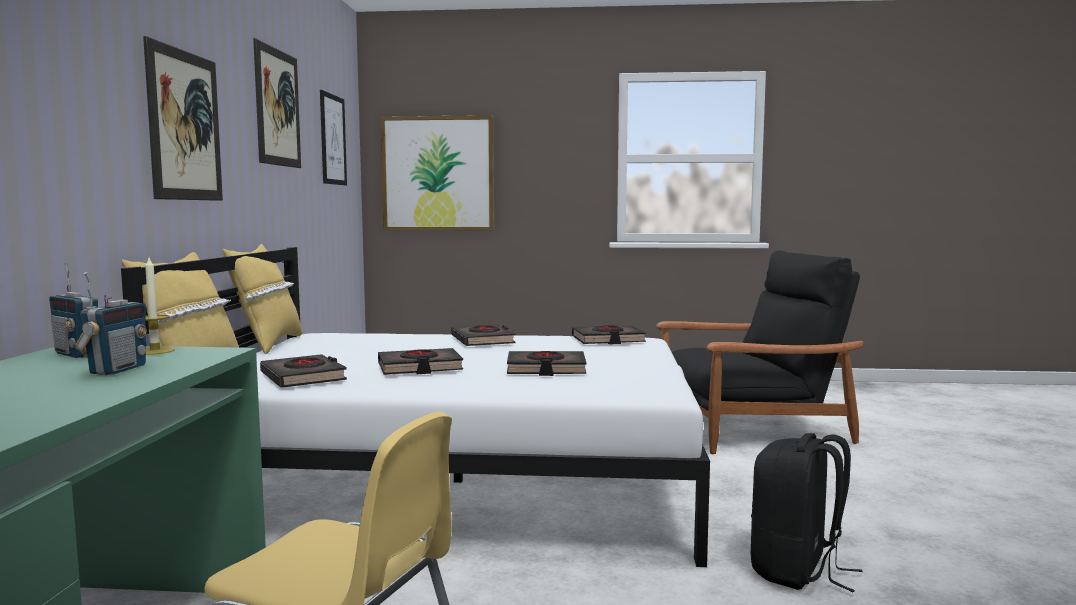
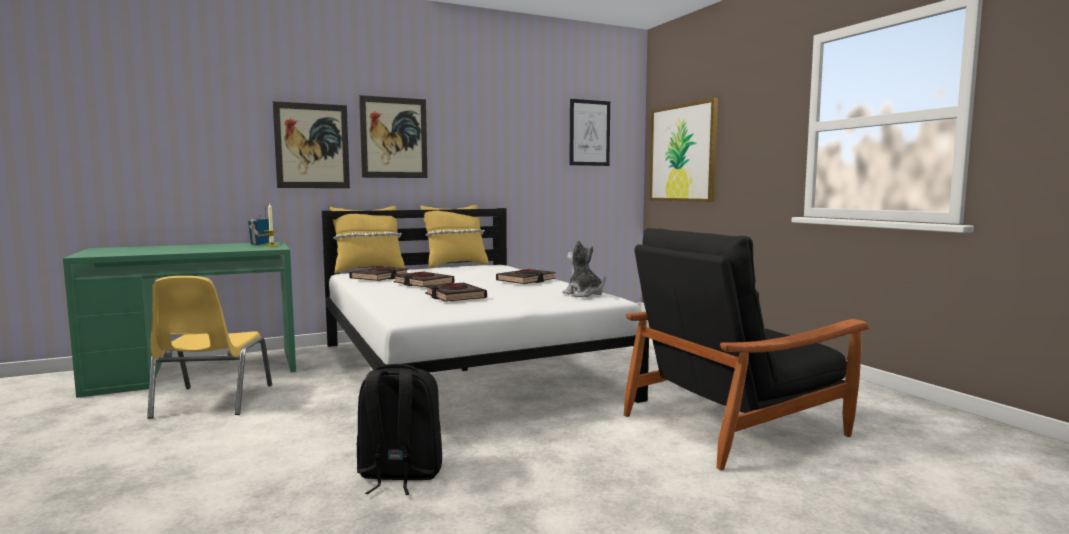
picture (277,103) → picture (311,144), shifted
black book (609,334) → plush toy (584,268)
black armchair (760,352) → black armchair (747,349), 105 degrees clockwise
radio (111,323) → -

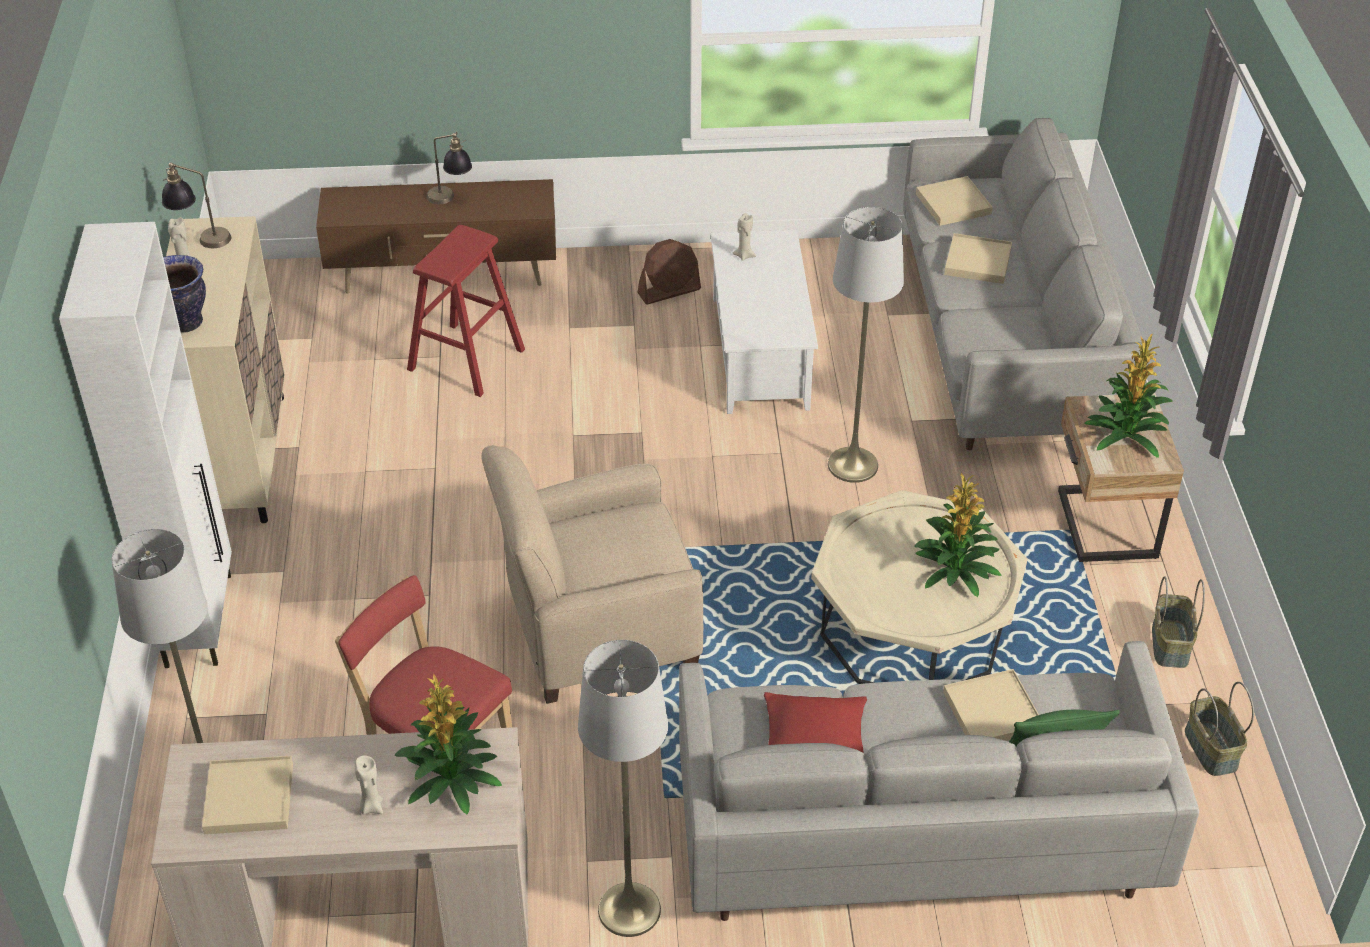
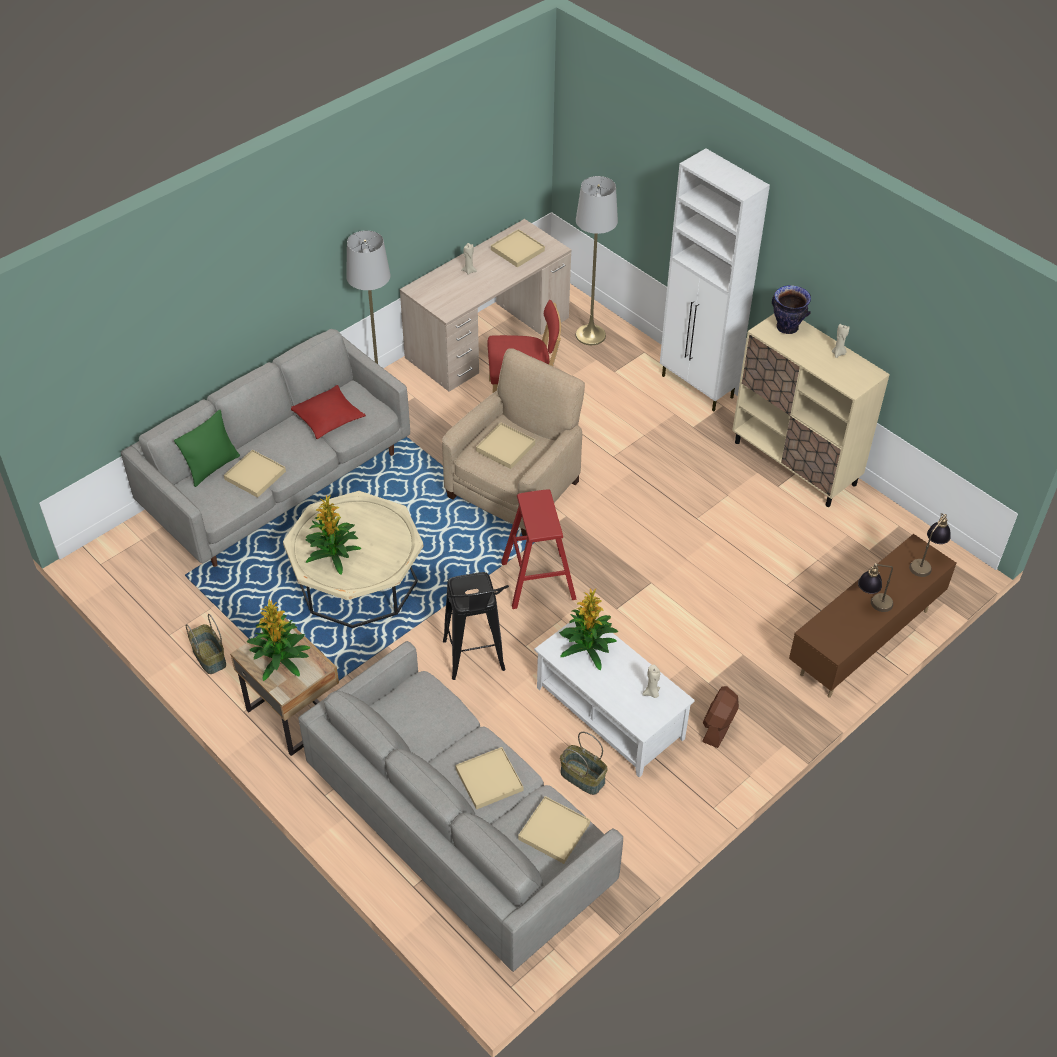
grey floor lamp (866,345) → black stool (476,626)
- → beige tray (505,446)
red stool (466,311) → red stool (539,549), shifted
potted plant (448,744) → potted plant (588,629), shifted
basket (1219,729) → basket (584,763), shifted
table lamp (196,205) → table lamp (930,545), shifted

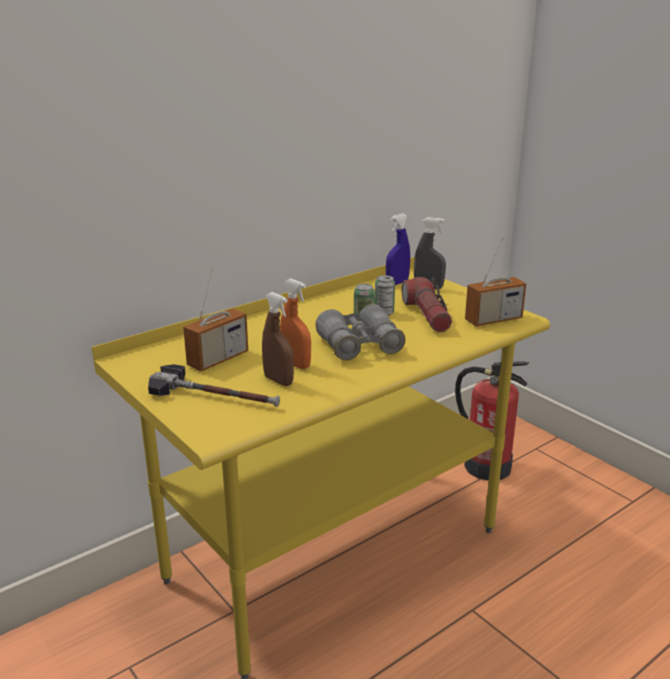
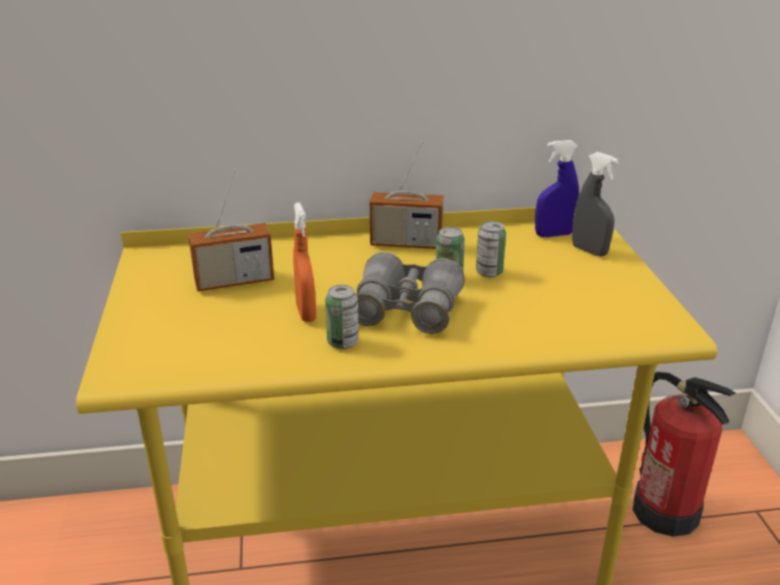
- → can (342,317)
radio (495,282) → radio (406,195), shifted
hammer (214,385) → -
brown spray bottle (278,339) → -
flashlight (427,304) → -

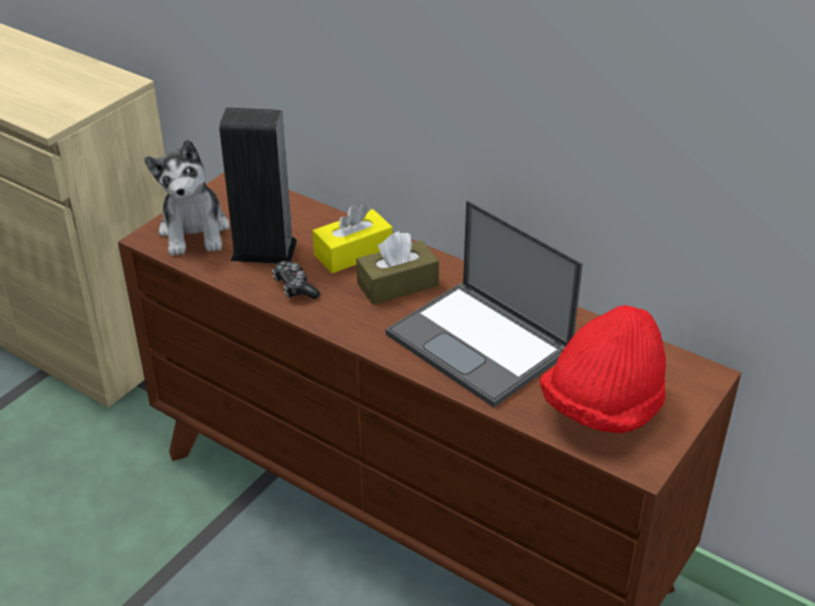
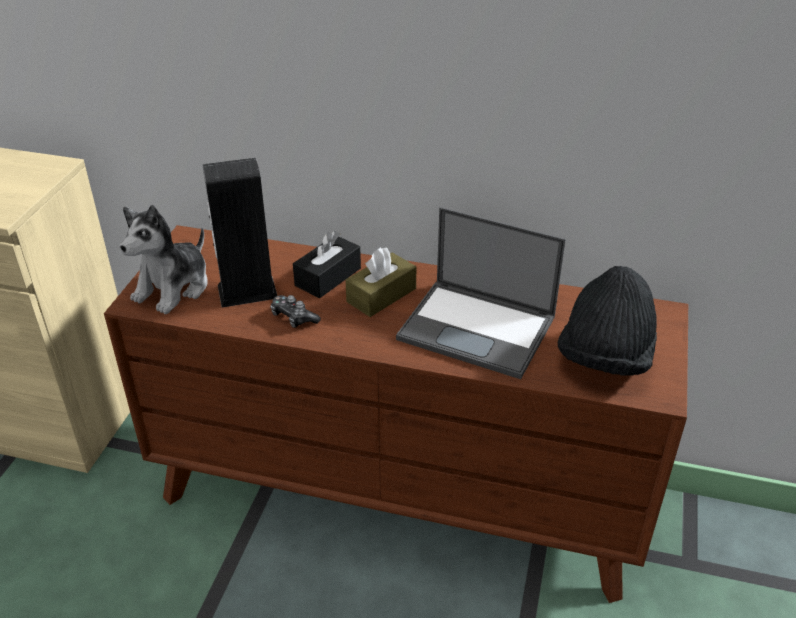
plush toy (187,197) → plush toy (164,259), 60 degrees clockwise
yellow tissue box (352,239) → black tissue box (327,264)
red hat (603,369) → black hat (607,321)

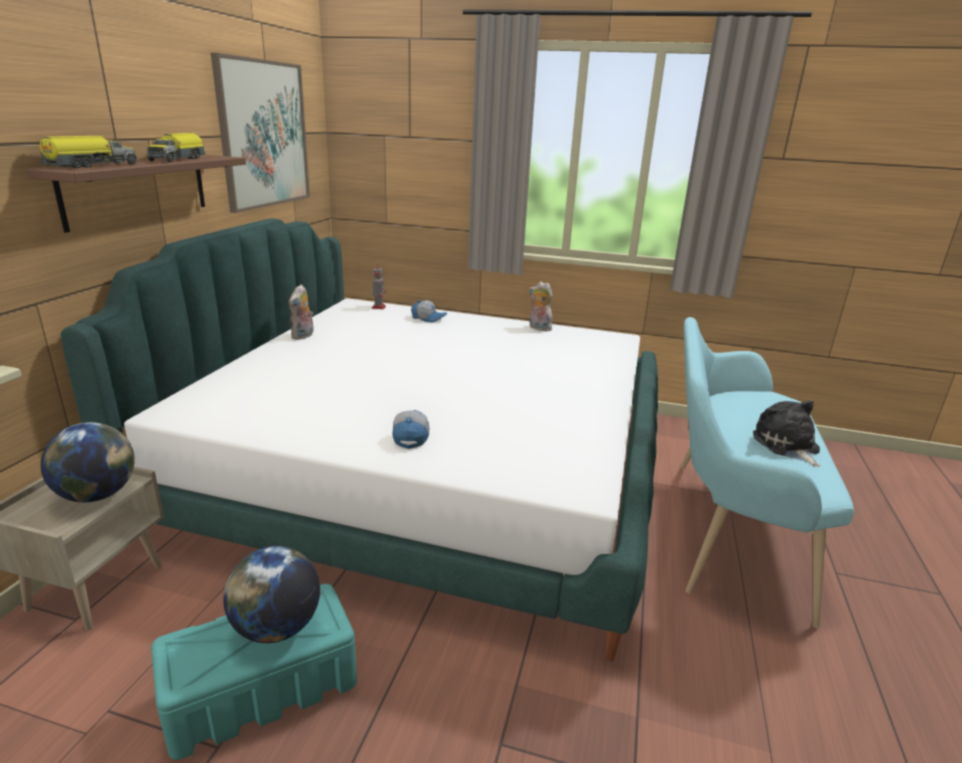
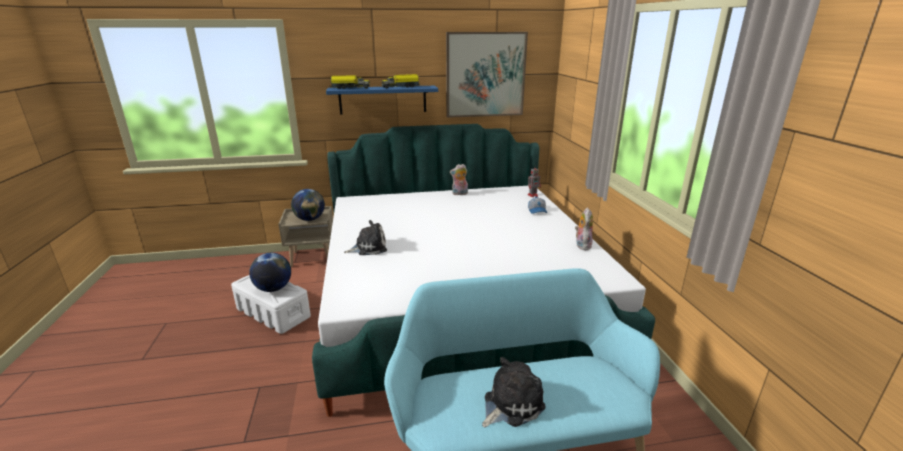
turquoise storage box (254,672) → white storage box (271,304)
brown shelf (136,194) → blue shelf (382,100)
cap (411,429) → plush toy (365,237)

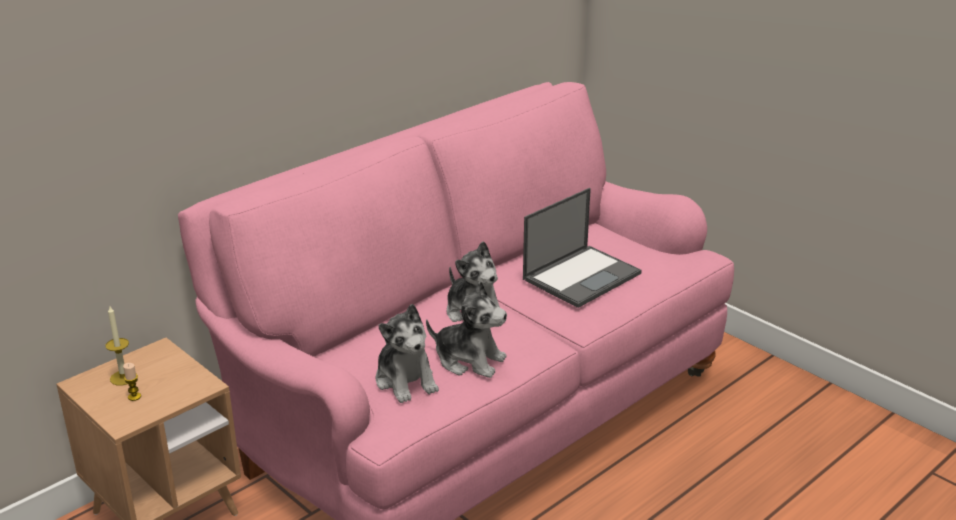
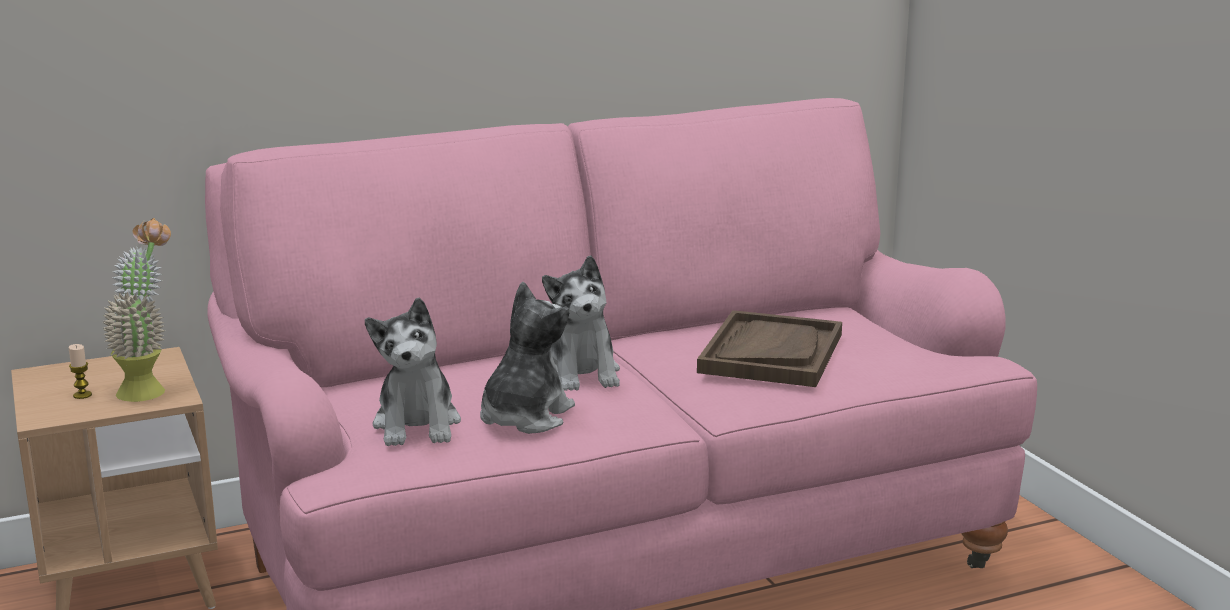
- → potted plant (136,310)
plush toy (466,329) → plush toy (527,357), 105 degrees counterclockwise
laptop (582,248) → brown tray (769,348)
candle (121,346) → -

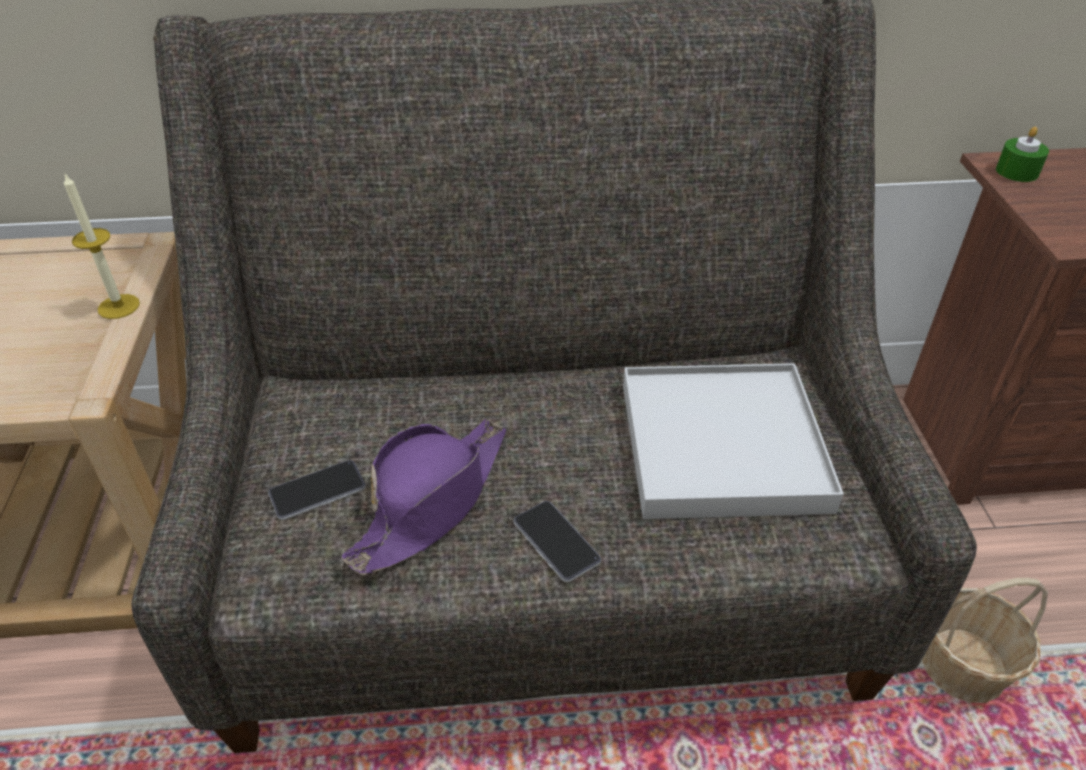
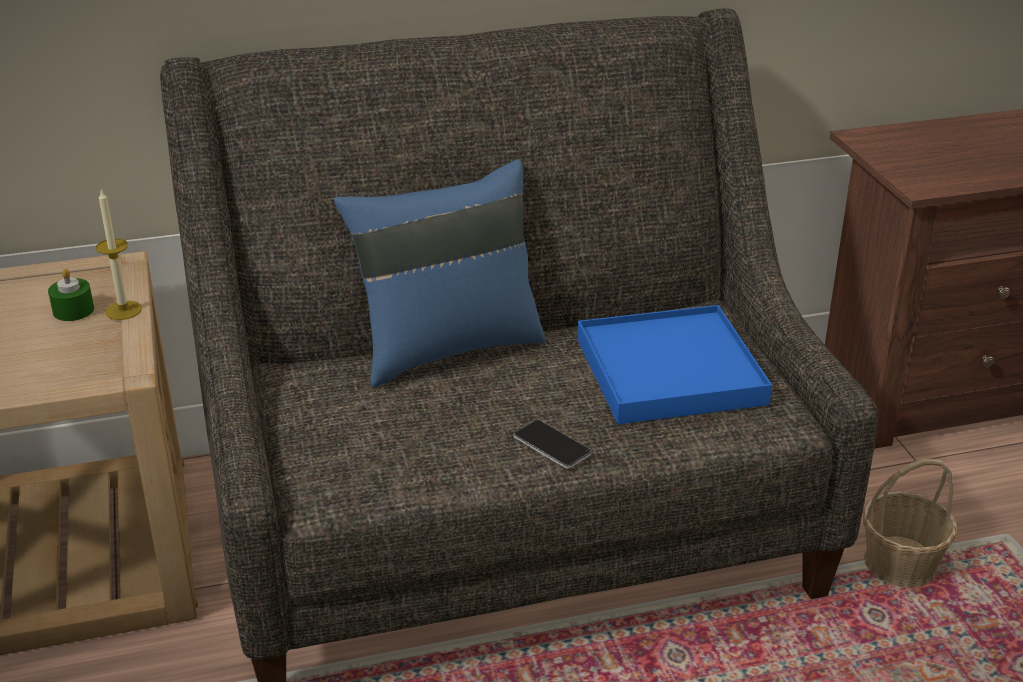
green candle (1022,154) → green candle (71,295), shifted
- → blue pillow (440,273)
white tray (733,441) → blue tray (675,364)
phone (317,490) → -
purple hat (423,497) → -

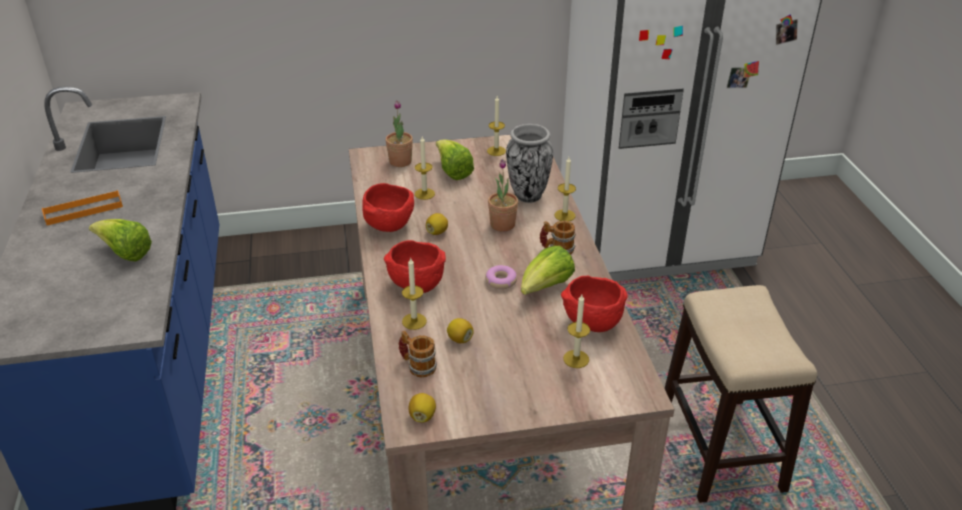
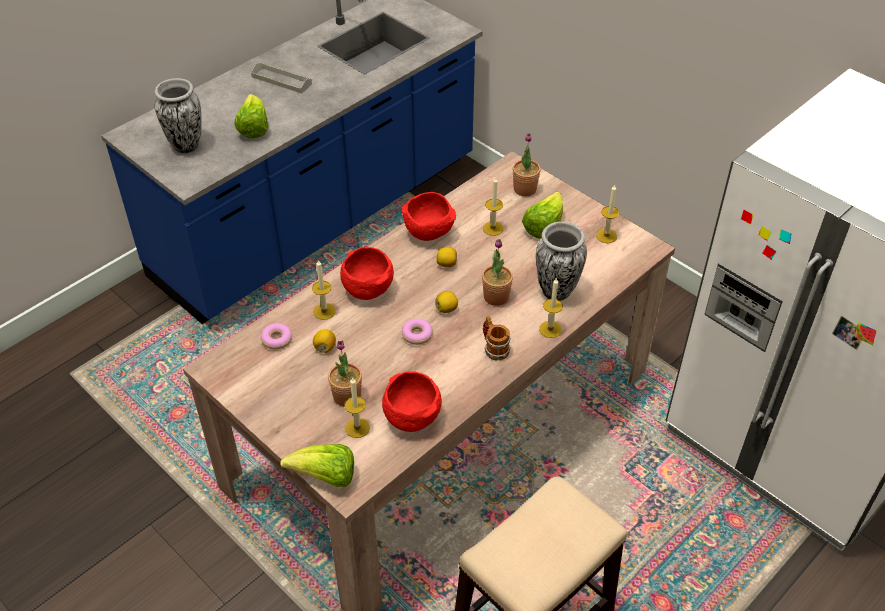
- → vase (178,115)
orange tray (82,207) → grey tray (281,78)
mug (417,354) → donut (276,336)
lettuce (548,270) → lettuce (317,465), shifted
- → potted plant (345,374)
lemon (422,408) → lemon (446,302), shifted

